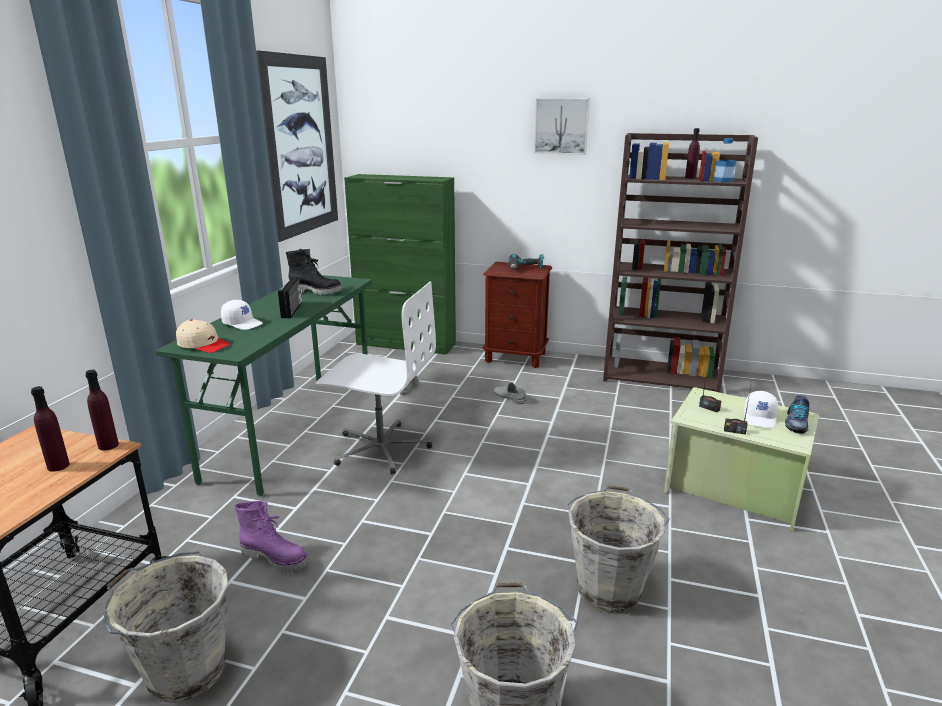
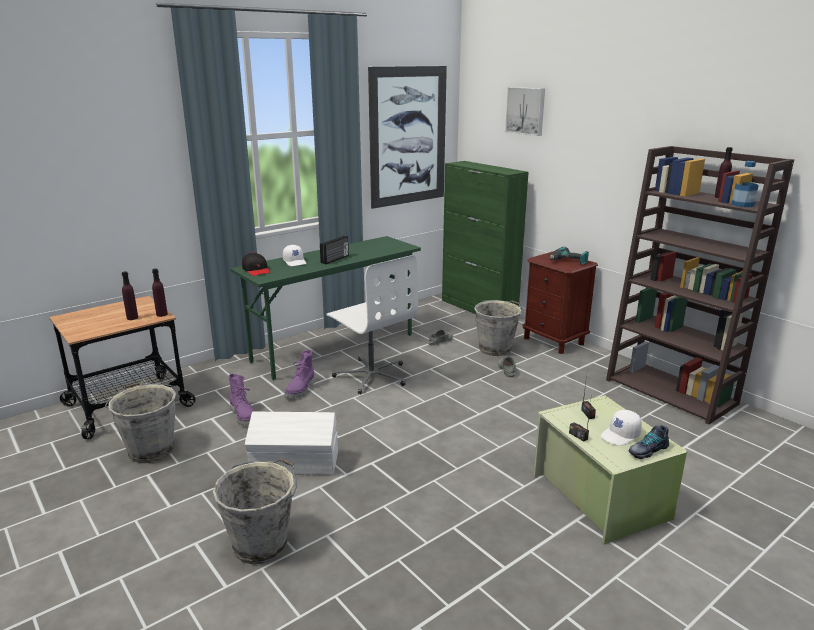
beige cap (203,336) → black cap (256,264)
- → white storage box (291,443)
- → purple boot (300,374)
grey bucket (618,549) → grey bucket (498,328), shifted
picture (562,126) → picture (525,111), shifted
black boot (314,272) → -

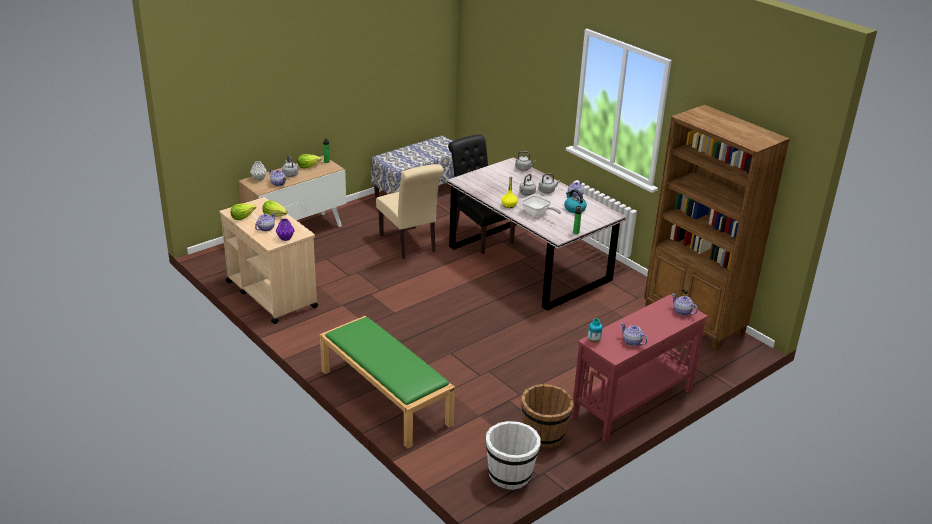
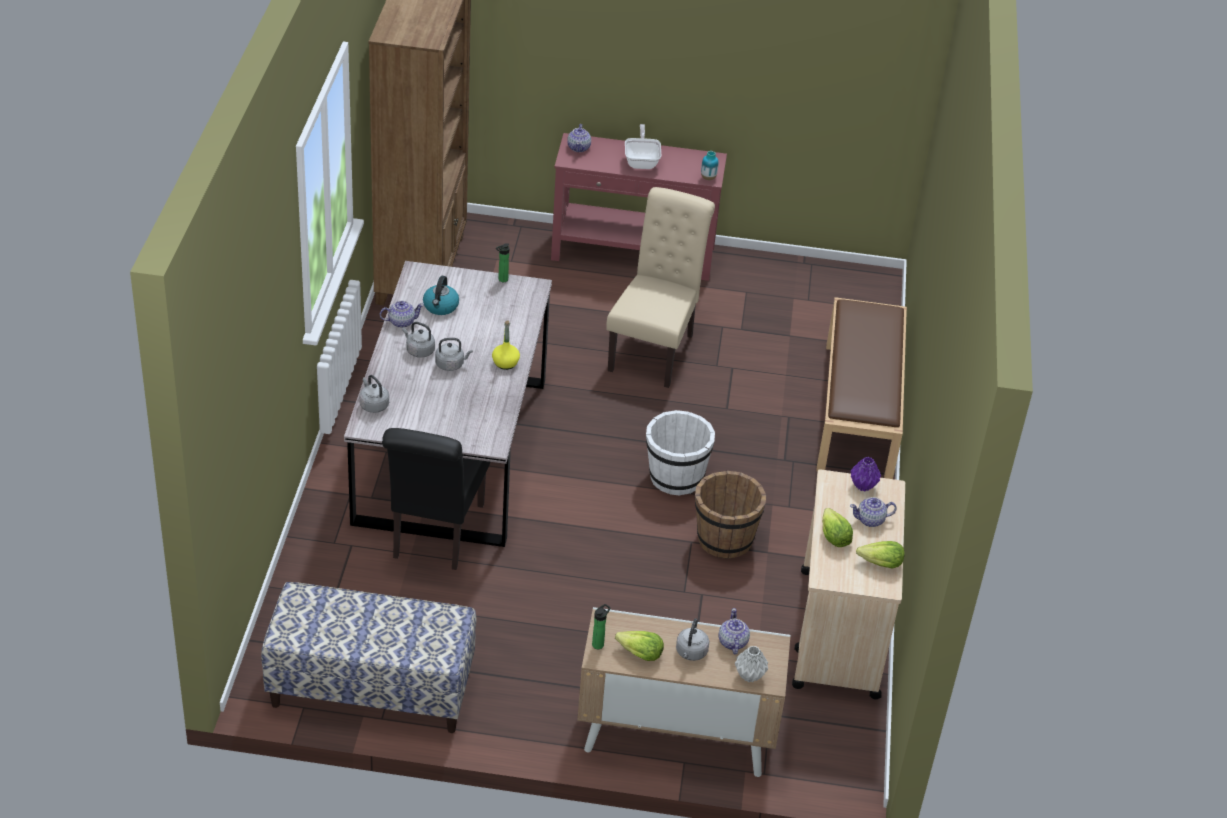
beige chair (410,211) → beige chair (660,287), shifted
frying pan (541,205) → frying pan (643,146), shifted
white bucket (513,455) → white bucket (680,452), shifted
brown bucket (547,416) → brown bucket (730,515), shifted
green bench (387,382) → brown bench (861,388)
teapot (634,334) → -

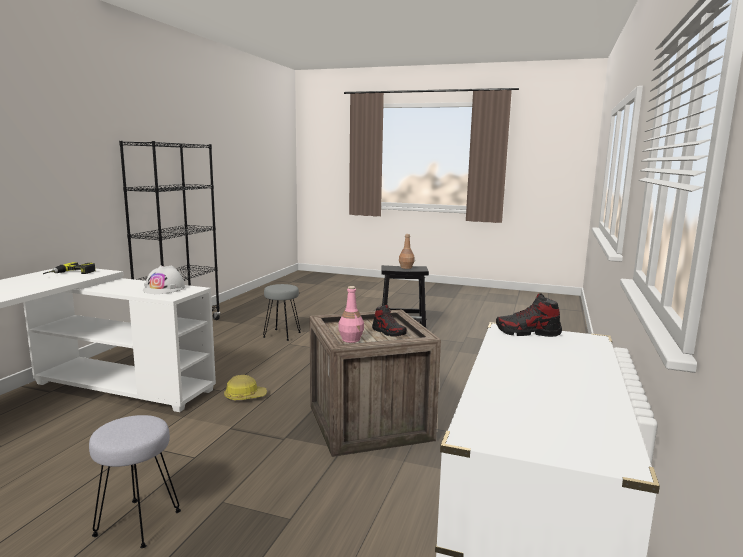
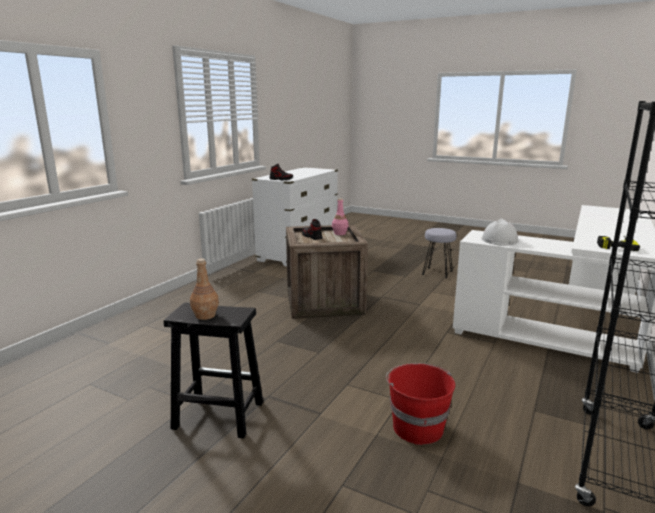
grey stool (282,312) → red bucket (420,404)
hard hat (245,387) → -

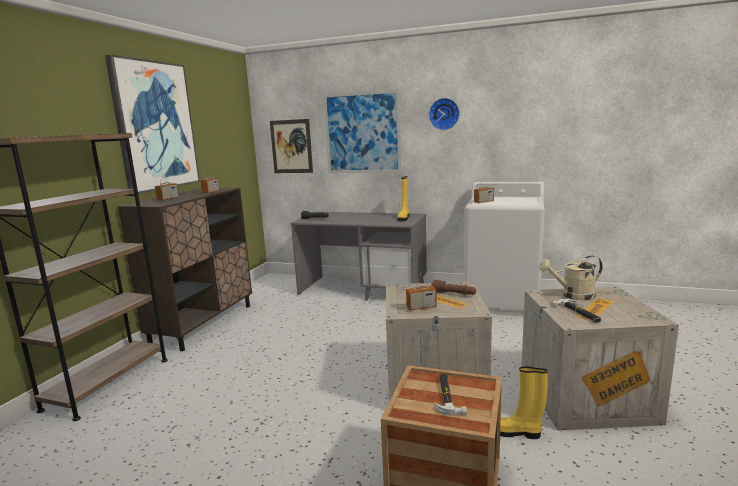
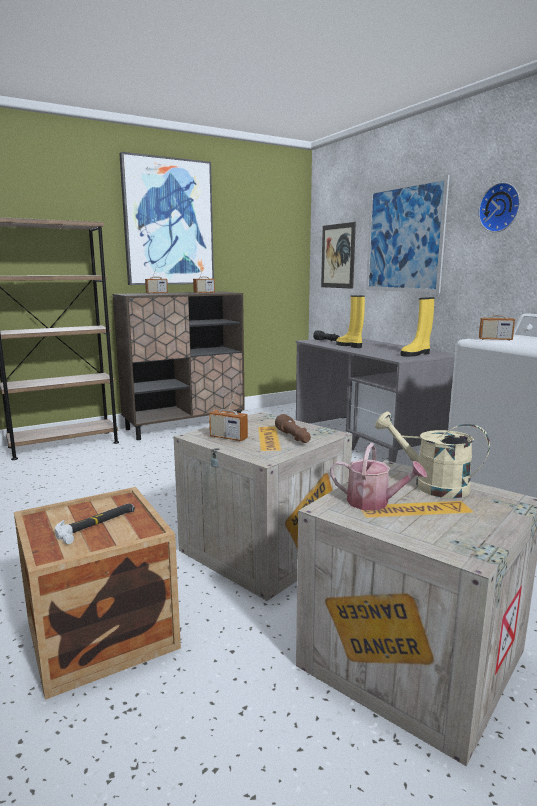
hammer (576,310) → watering can (378,477)
yellow boot (523,403) → yellow boot (350,321), shifted

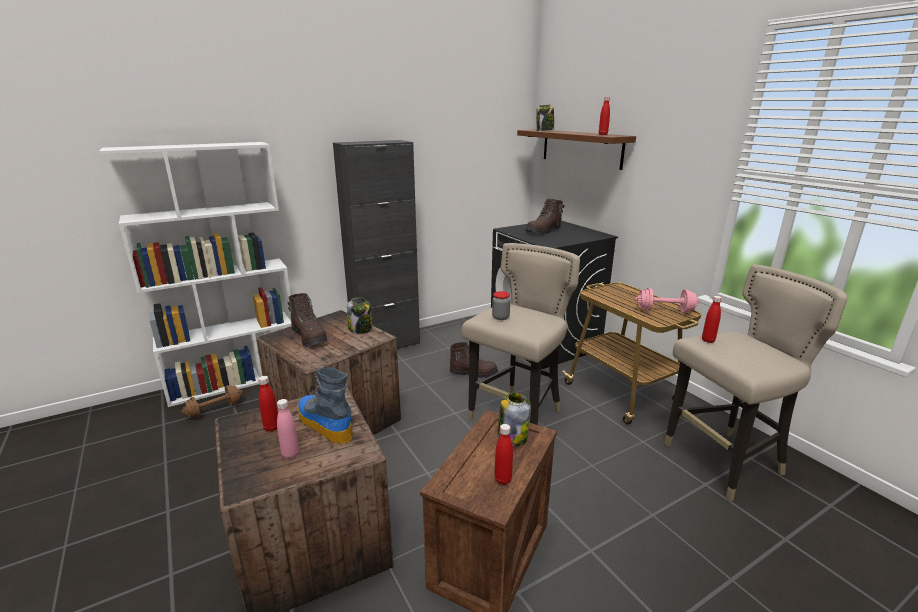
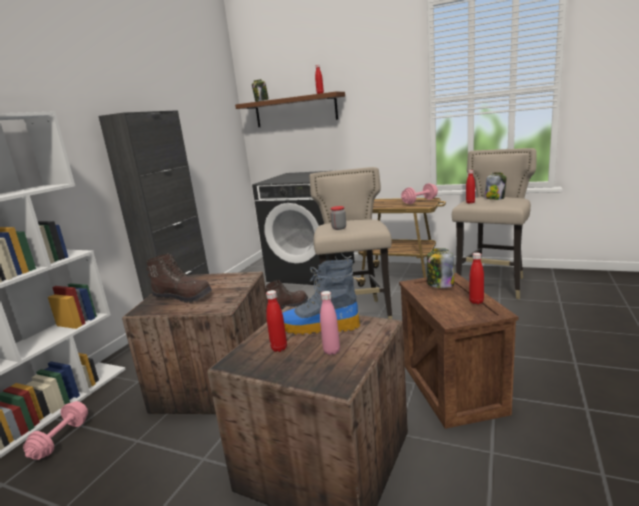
brown dumbbell (212,401) → pink dumbbell (55,430)
jar (359,316) → jar (496,186), shifted
brown boot (545,216) → -

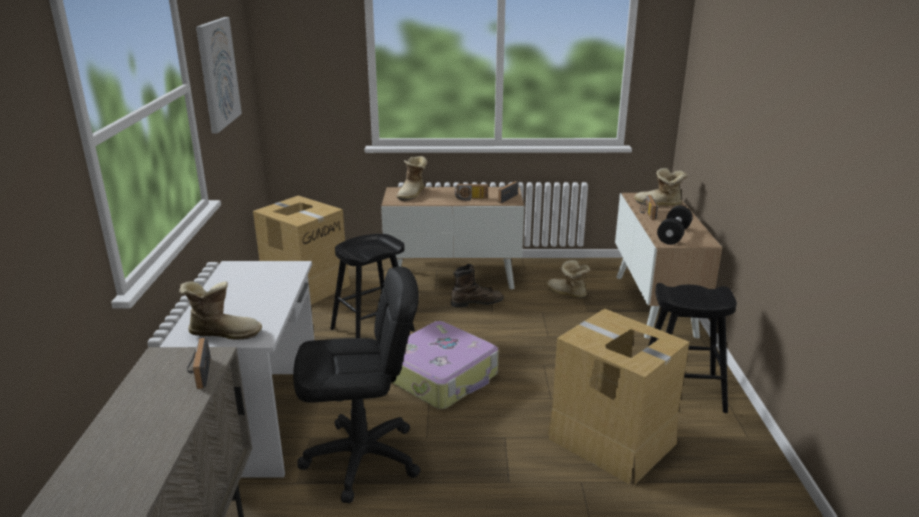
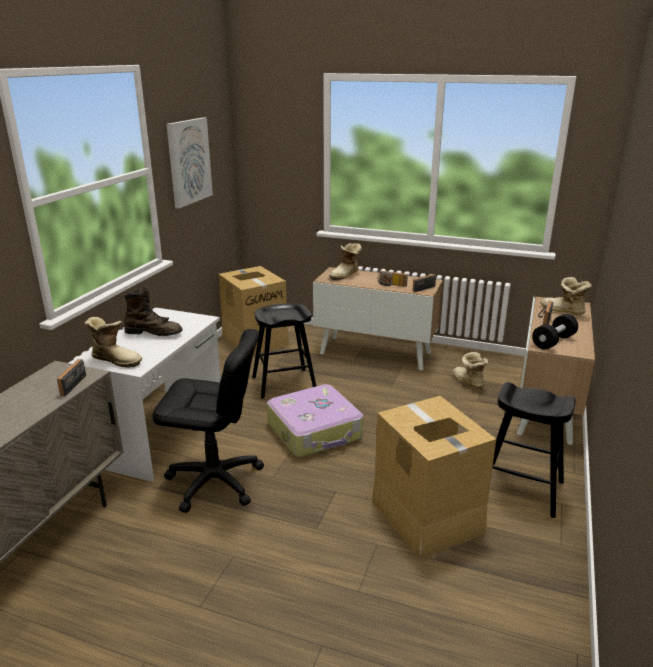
brown boot (477,286) → brown boot (153,312), shifted

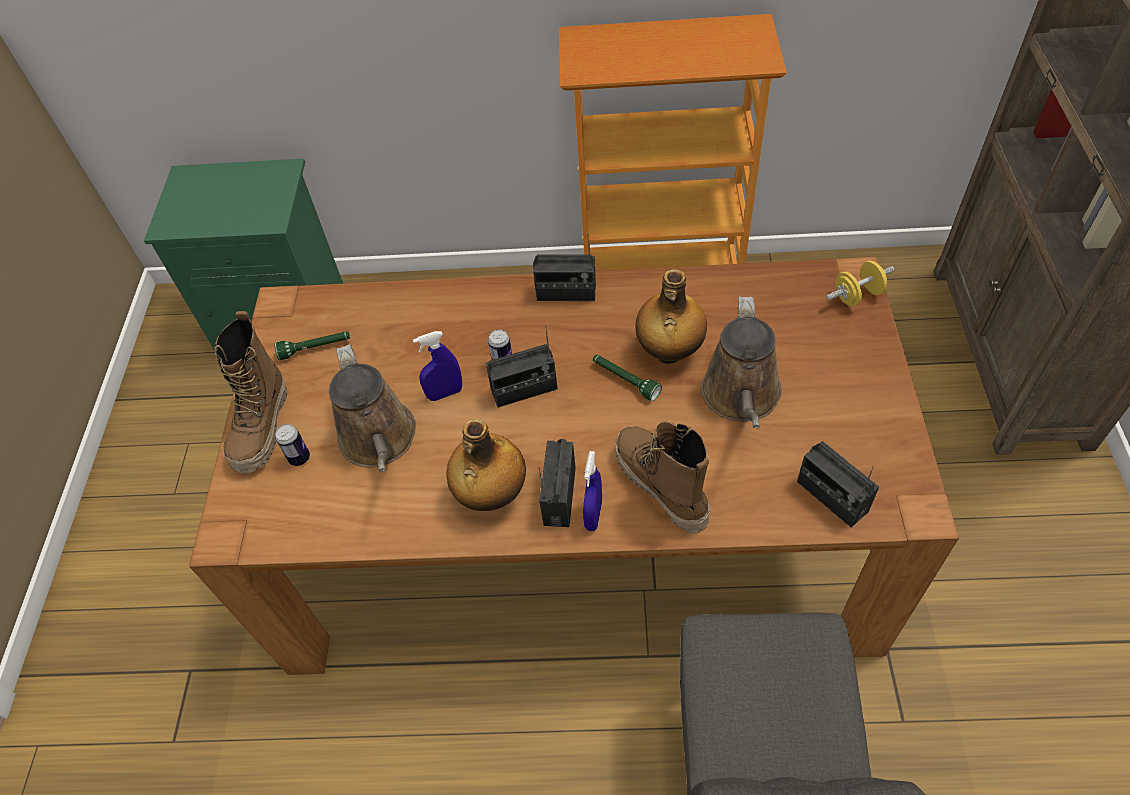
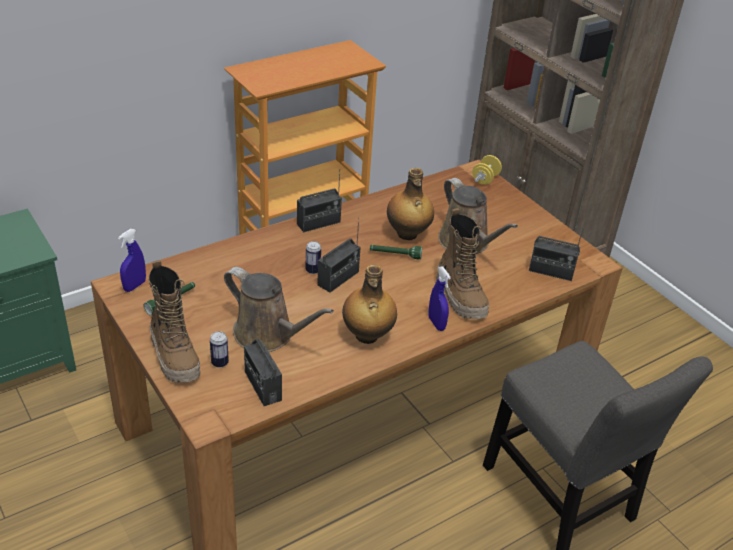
blue spray bottle (437,366) → blue spray bottle (132,260), shifted
radio (557,483) → radio (263,372), shifted
boot (662,477) → boot (462,263), 135 degrees counterclockwise

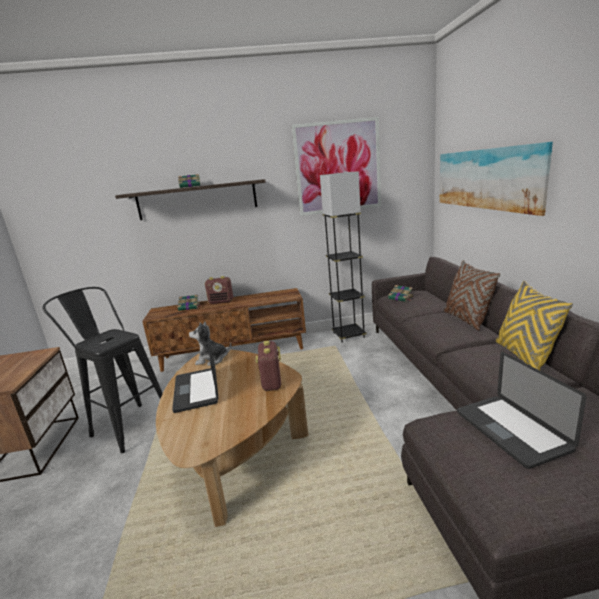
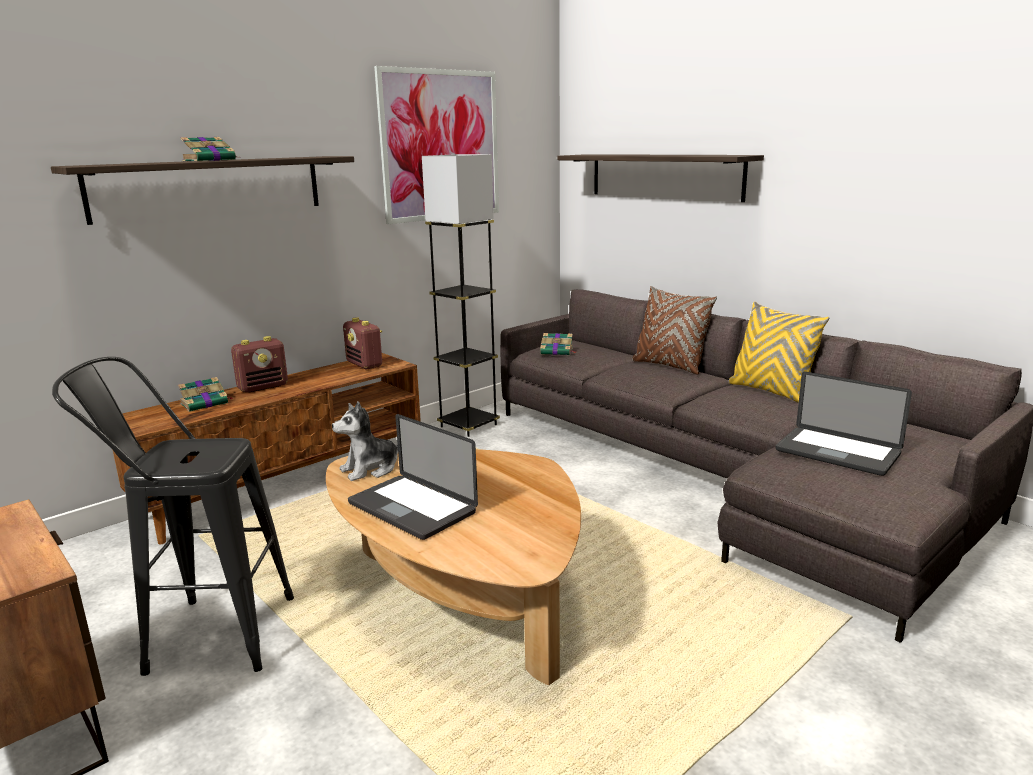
radio (268,366) → radio (362,343), shifted
picture (496,179) → shelf (661,178)

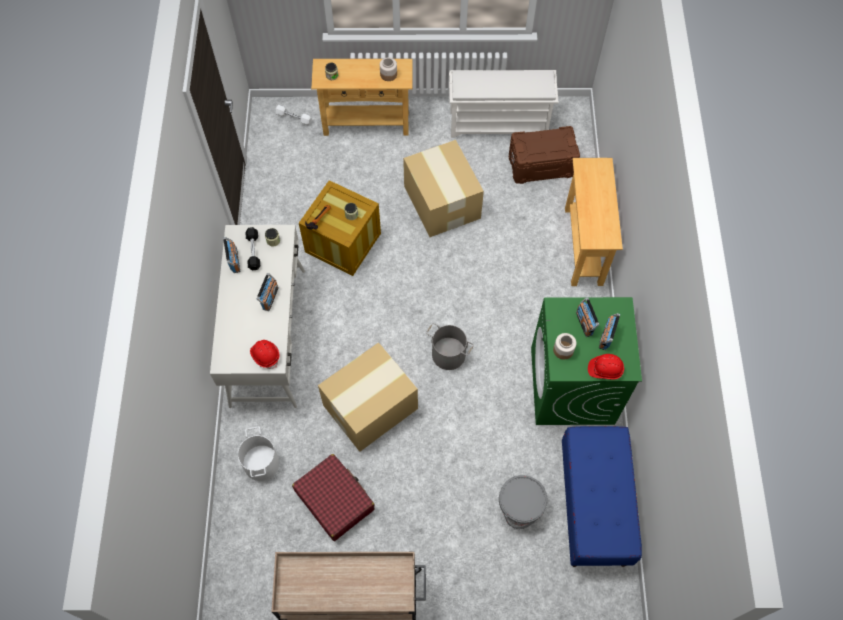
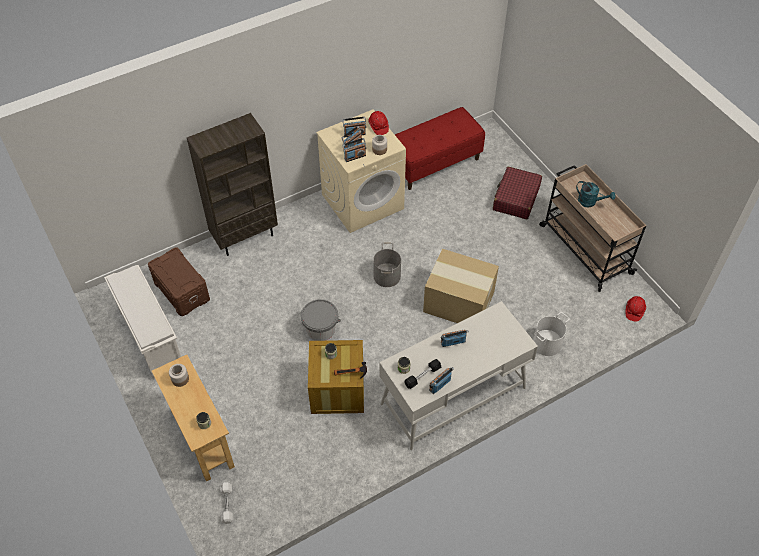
beige console table (594,222) → brown bookcase (232,184)
grey bucket (523,502) → grey bucket (321,320), shifted
green washing machine (586,361) → beige washing machine (361,171)
- → radio (354,150)
blue bench (602,496) → red bench (440,148)
red suitcase (333,497) → red suitcase (517,193), shifted
- → turquoise watering can (595,194)
red hard hat (264,354) → red hard hat (635,309), shifted
cardboard box (443,188) → -

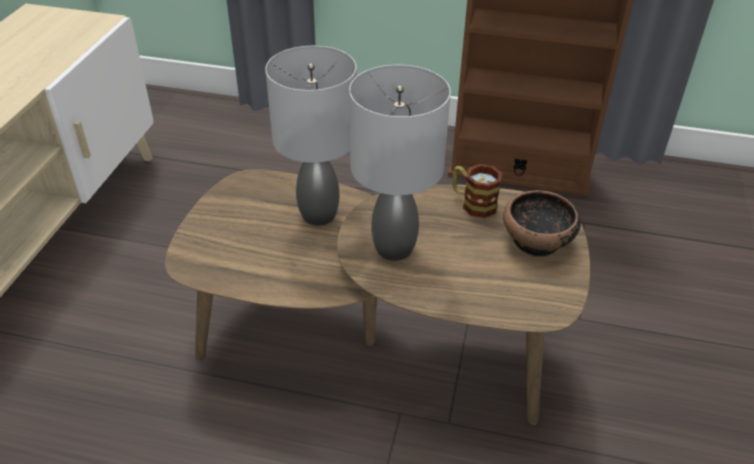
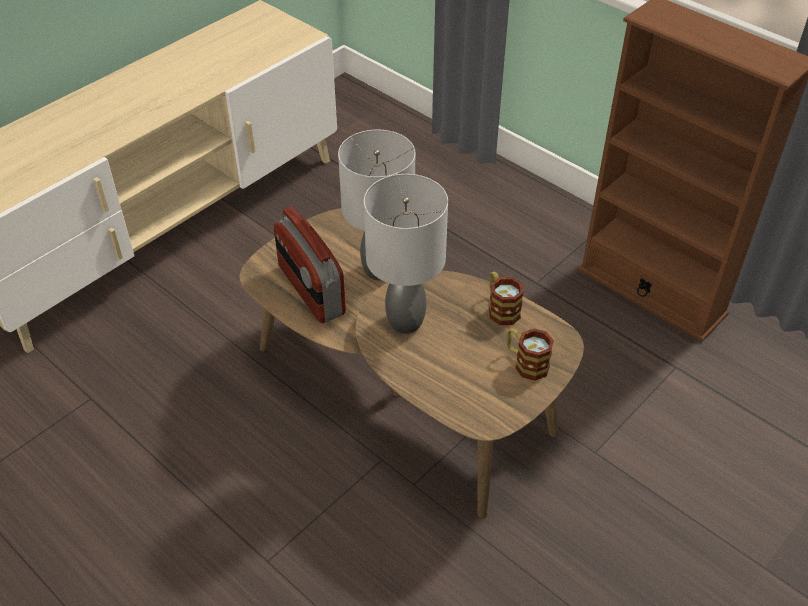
- → radio (310,265)
bowl (542,223) → mug (530,354)

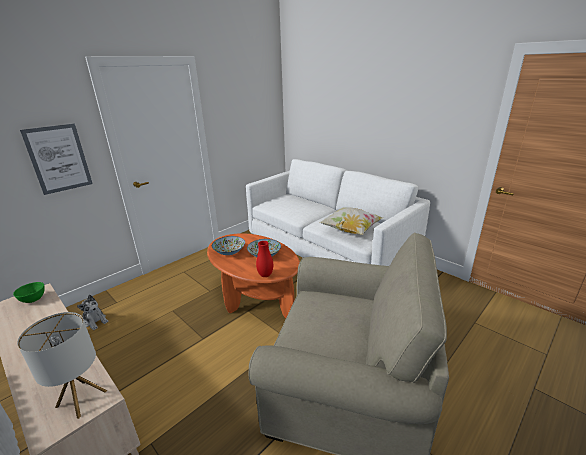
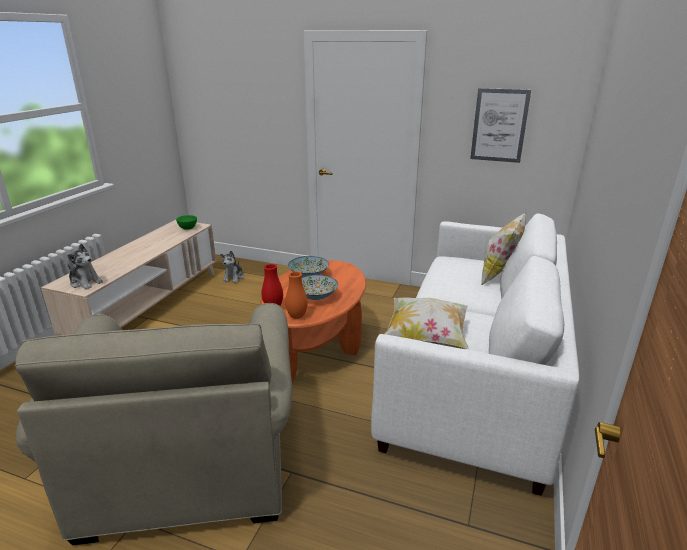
table lamp (62,365) → plush toy (85,266)
- → orange vase (296,295)
picture (56,159) → picture (500,125), shifted
- → pillow (503,249)

